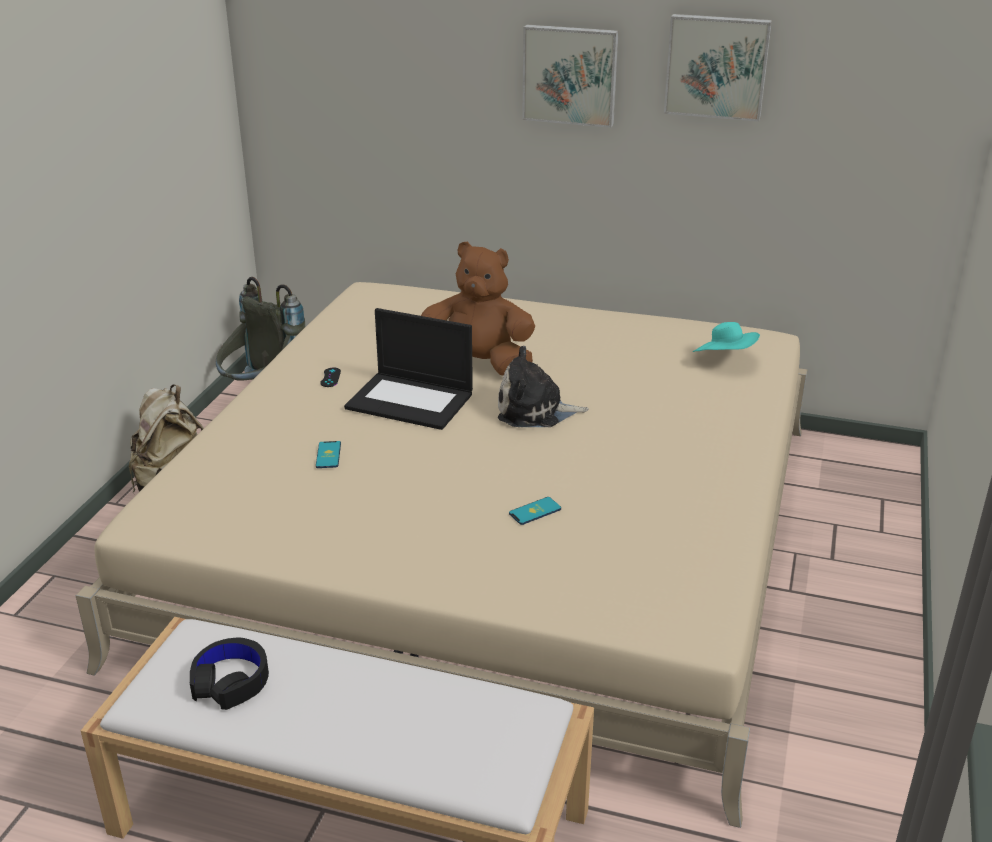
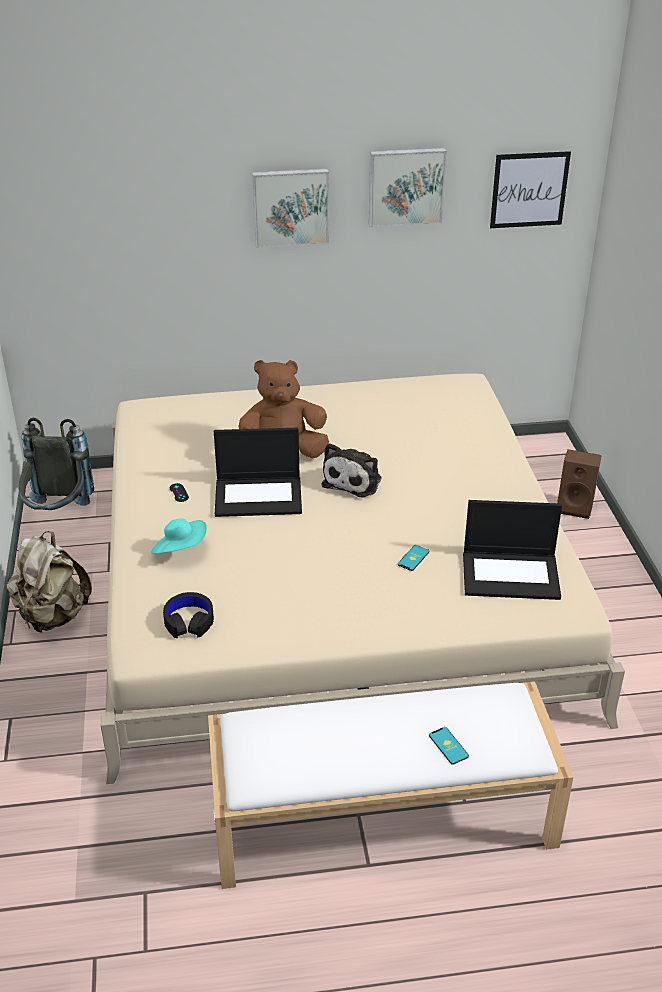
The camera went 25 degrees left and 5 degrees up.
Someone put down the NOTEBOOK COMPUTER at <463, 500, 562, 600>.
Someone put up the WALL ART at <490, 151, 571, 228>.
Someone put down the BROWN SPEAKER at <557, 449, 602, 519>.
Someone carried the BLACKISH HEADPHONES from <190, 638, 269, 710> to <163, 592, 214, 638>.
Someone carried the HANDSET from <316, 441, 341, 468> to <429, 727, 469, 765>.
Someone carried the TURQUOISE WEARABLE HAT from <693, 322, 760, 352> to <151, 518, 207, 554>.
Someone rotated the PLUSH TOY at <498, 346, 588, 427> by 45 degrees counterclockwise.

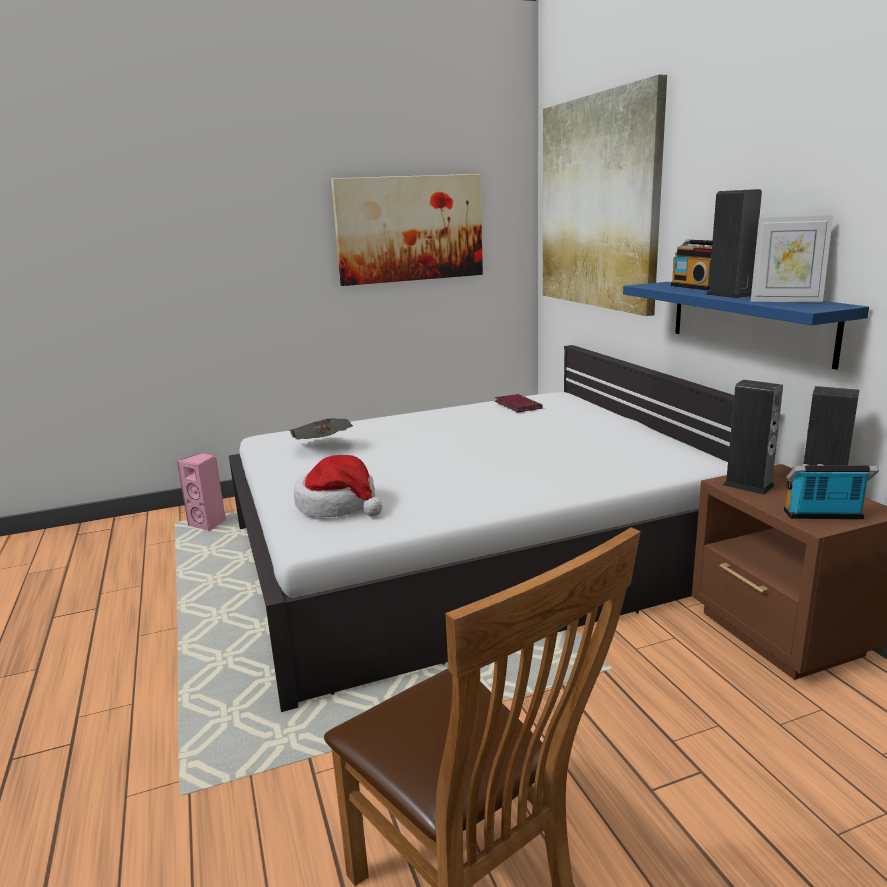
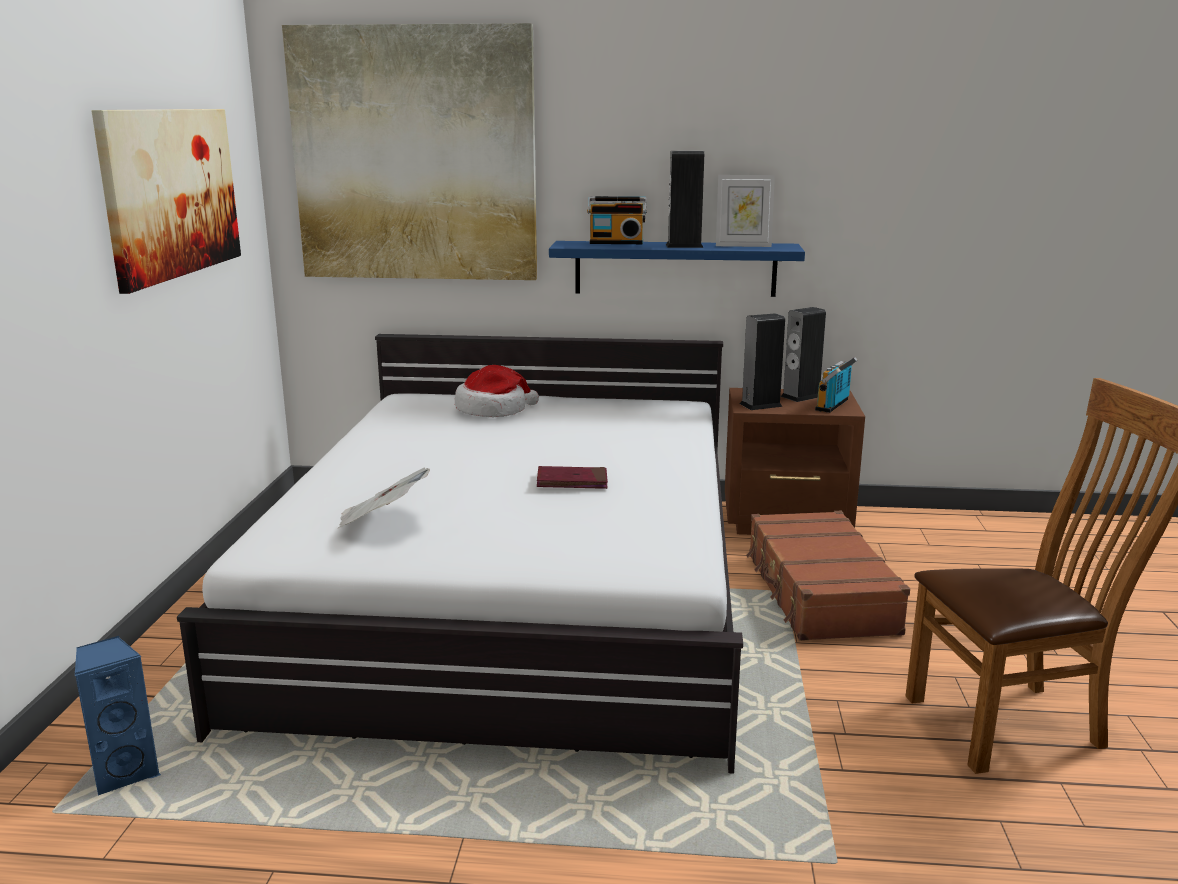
The camera went 65 degrees left and 0 degrees up.
Someone put down the BROWN TRAVEL CASE at <746, 511, 910, 641>.
Someone carried the WEARABLE HAT from <294, 455, 382, 517> to <455, 365, 539, 417>.
Someone carried the REDDISH BOOK from <495, 394, 543, 413> to <537, 466, 608, 489>.
Someone repainted the PINKISH SPEAKER at <177, 453, 226, 531>, which became the BLUE SPEAKER at <75, 636, 161, 796>.
Someone rotated the PICTURE FRAME at <751, 215, 833, 303> by 45 degrees clockwise.

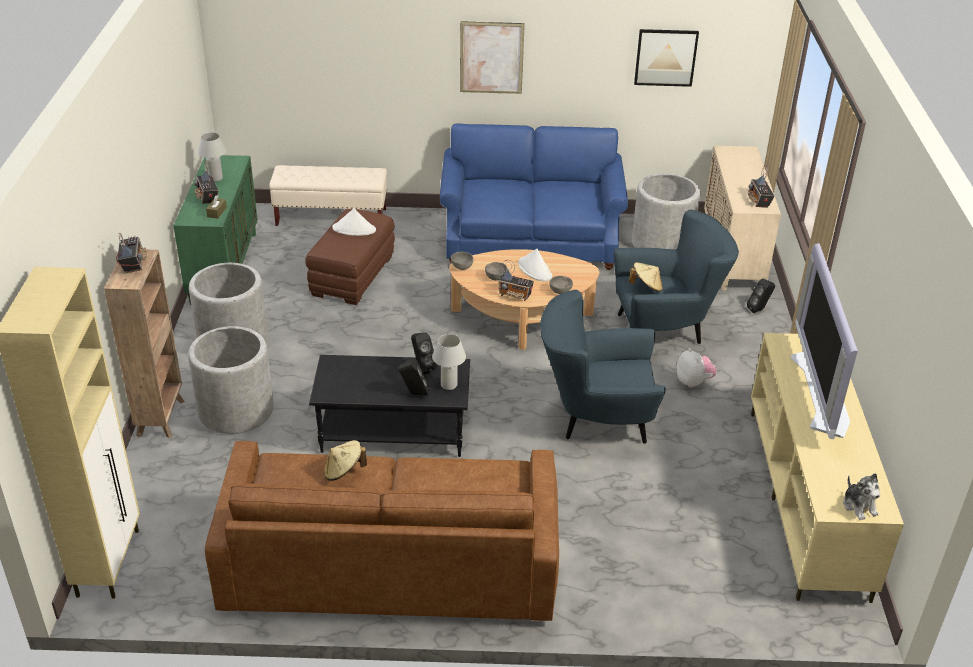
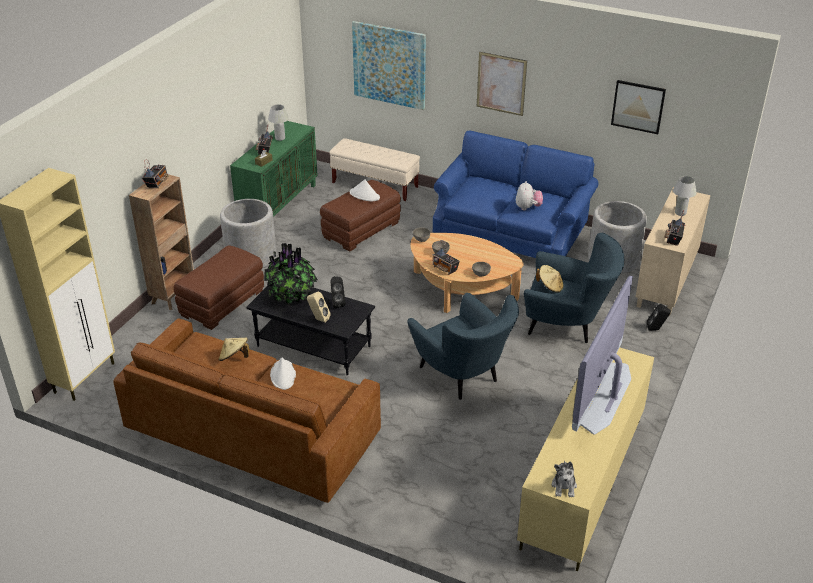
The camera went 25 degrees right and 0 degrees up.
Someone put down the POTTED PLANT at <264, 243, 318, 306>.
Someone put up the WALL ART at <352, 21, 426, 110>.
Someone carried the WHITE-COLOURED TABLETOP LAMP from <432, 334, 466, 390> to <673, 176, 697, 216>.
Someone carried the WHITE-COLOURED WEARABLE HAT from <518, 249, 552, 281> to <270, 358, 296, 390>.
Someone carried the PLUSH TOY from <677, 348, 716, 388> to <516, 181, 543, 211>.
Someone swapped the GREYISH PLANTER at <188, 326, 274, 434> for the BROWN FOOTREST at <173, 245, 264, 330>.
Someone repainted the BLACKISH SPEAKER at <399, 357, 429, 396>, which became the BEIGE-COLOURED SPEAKER at <307, 292, 331, 323>.
Someone rotated the BLUE LOUNGE CHAIR at <540, 290, 666, 444> by 150 degrees counterclockwise.

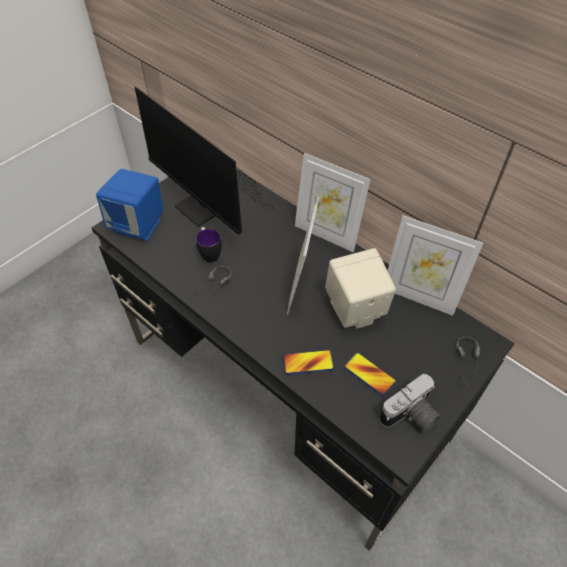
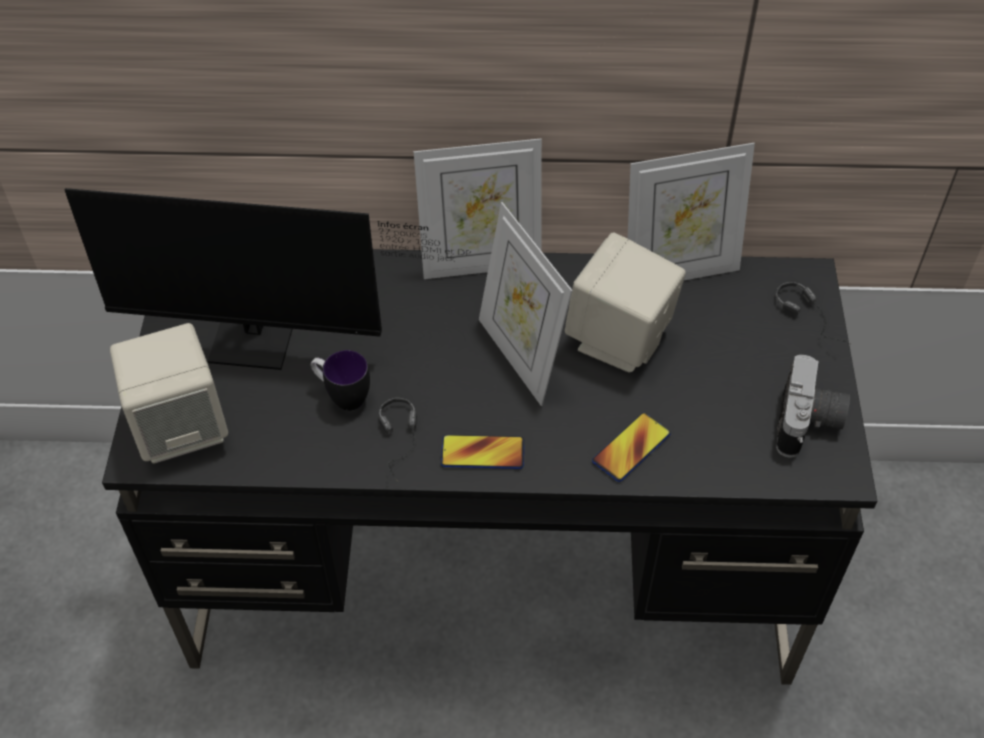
The camera went 40 degrees left and 0 degrees up.
Someone carried the HANDSET from <344, 353, 397, 396> to <441, 435, 524, 469>.
Someone repainted the BLUE SPEAKER at <96, 169, 163, 241>, which became the BEIGE-COLOURED SPEAKER at <110, 323, 228, 464>.

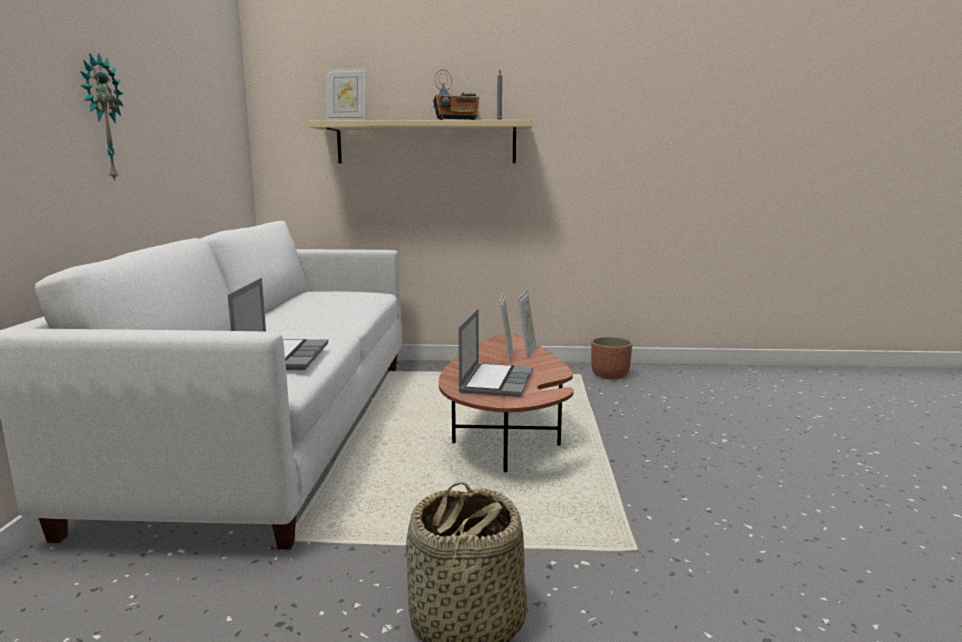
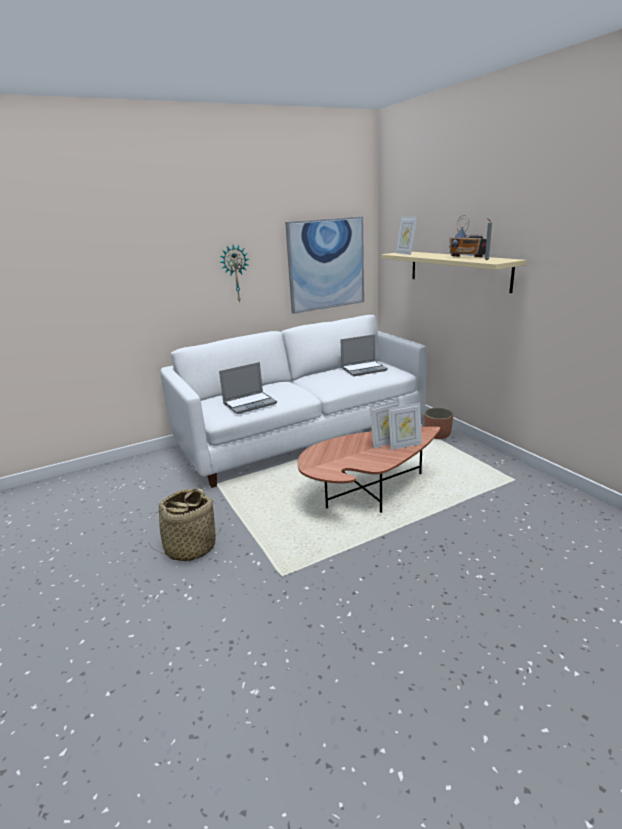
The camera went 60 degrees right and 10 degrees up.
Someone put up the WALL ART at <285, 216, 364, 314>.
Someone carried the NOTEBOOK COMPUTER from <458, 309, 533, 397> to <340, 334, 388, 376>.
Someone carried the PLANTER from <591, 337, 632, 379> to <424, 408, 453, 439>.

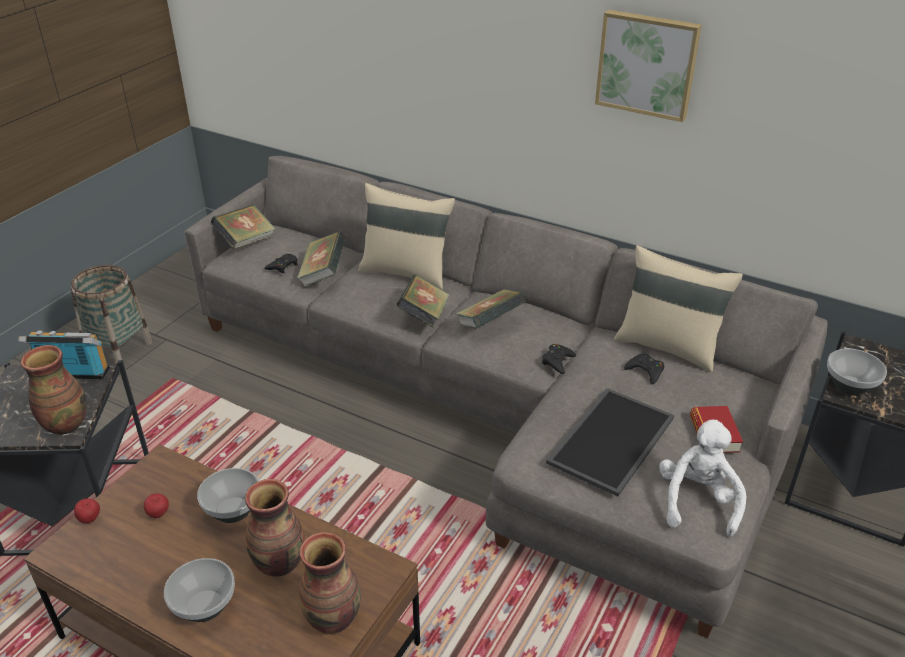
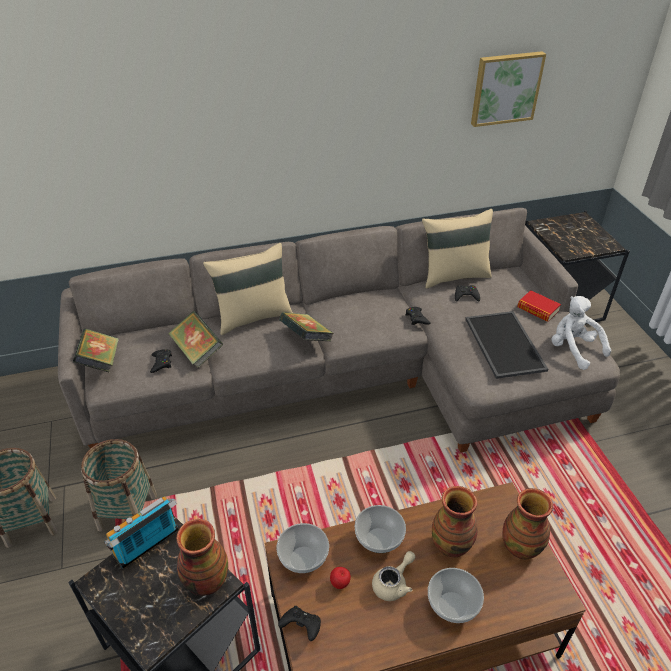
The camera went 45 degrees left and 5 degrees up.
Someone took away the BOOK at <456, 289, 526, 329>.
Someone put down the STORAGE BASKET at <81, 439, 157, 532>.
Someone put down the BEIGE-COLOURED TEA POT at <372, 551, 415, 601>.
Someone carried the WALL ART from <595, 10, 702, 122> to <471, 51, 546, 127>.
Someone carried the SERVING BOWL from <827, 349, 887, 395> to <276, 523, 329, 573>.
Someone swapped the APPLE at <74, 498, 100, 524> for the BLACKISH JOYPAD at <278, 606, 321, 641>.

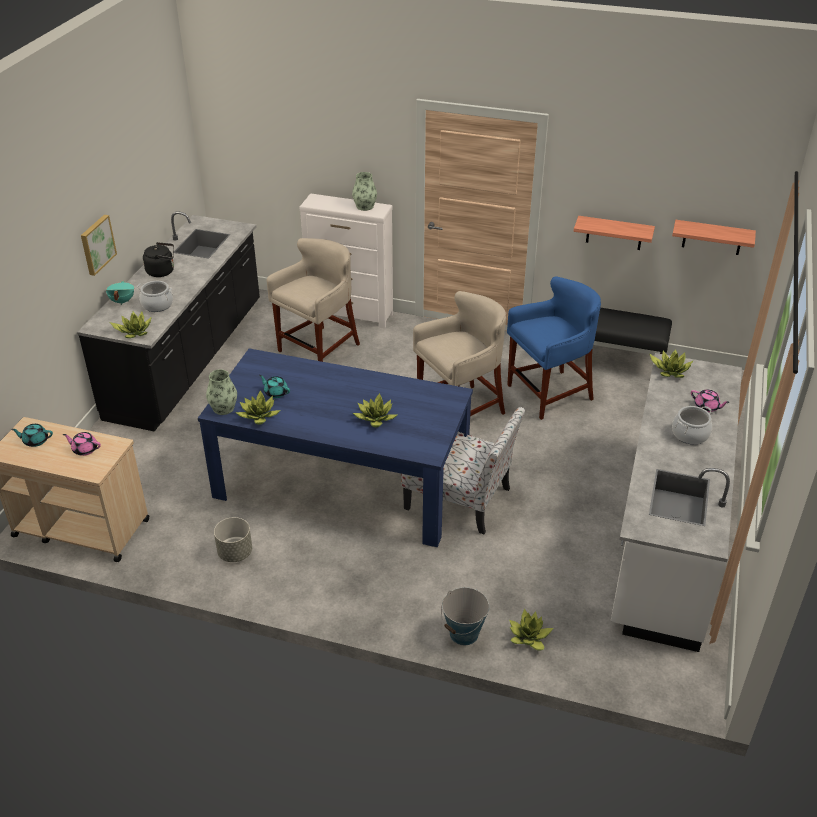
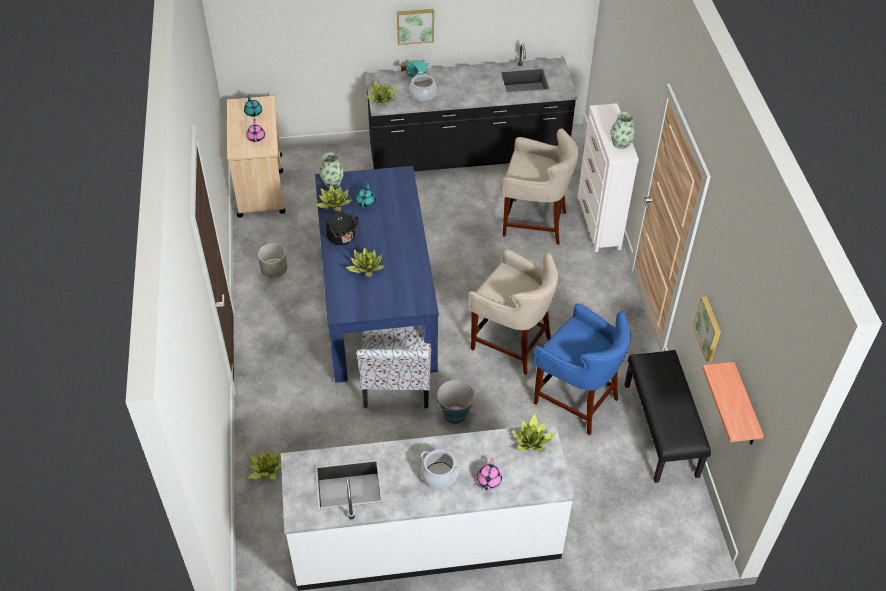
The camera went 65 degrees right and 10 degrees up.
Someone carried the BLACKISH KETTLE from <143, 242, 174, 277> to <326, 213, 359, 245>.
Someone carried the BUCKET from <441, 587, 489, 645> to <437, 380, 475, 424>.
Someone swapped the SHELF at <574, 216, 655, 250> for the WALL ART at <693, 297, 721, 362>.

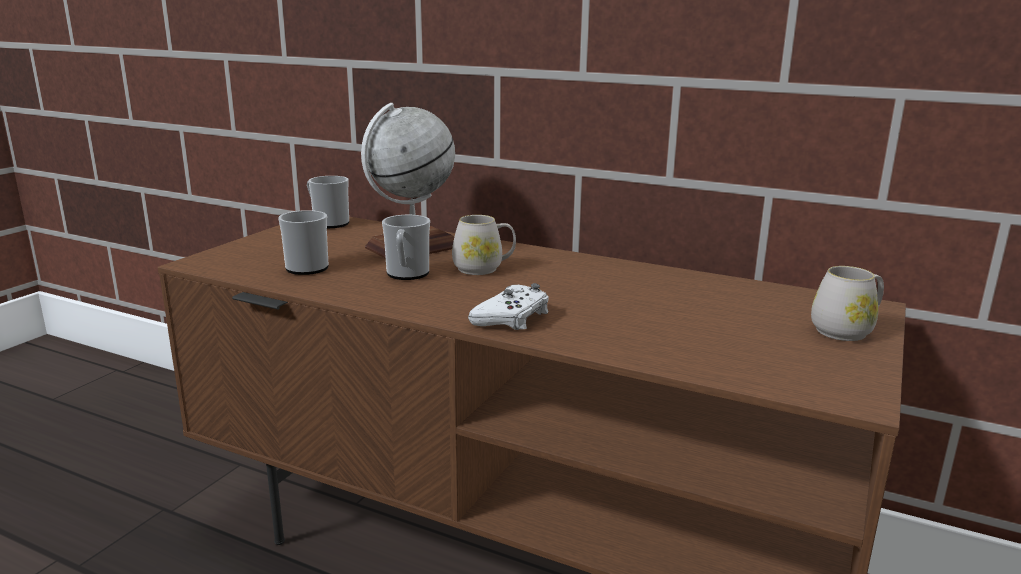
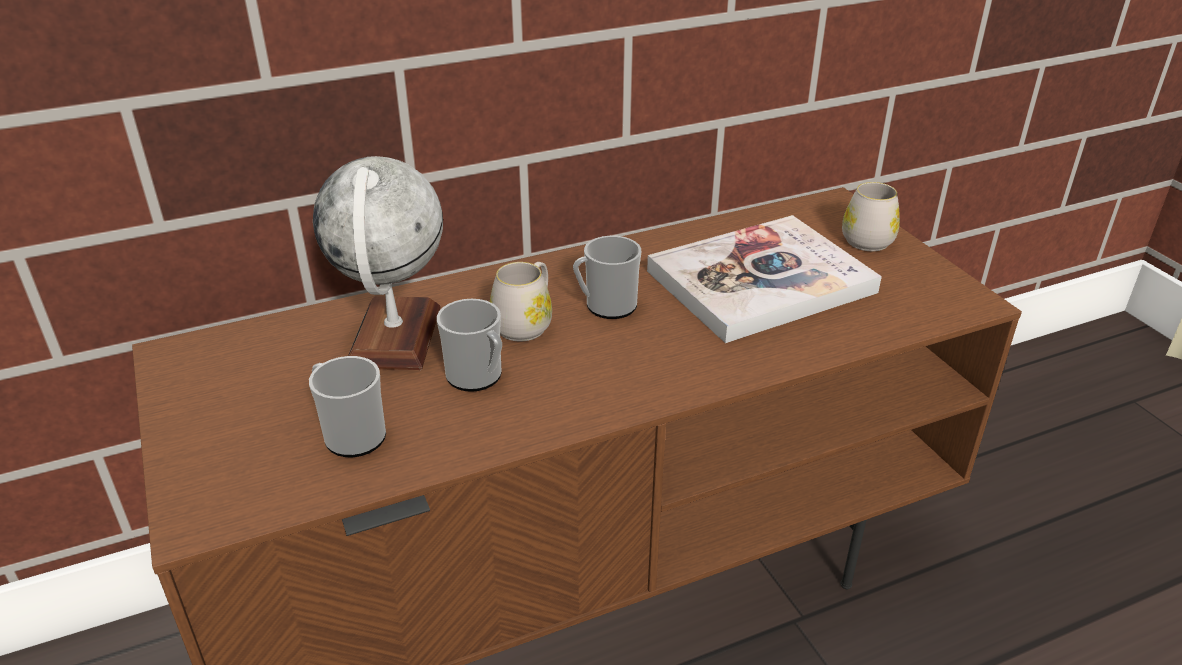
The camera went 50 degrees left and 15 degrees up.
Someone took away the WHITE-COLOURED JOYPAD at <468, 283, 549, 330>.
Someone put down the BOOK at <647, 215, 882, 343>.
Someone carried the TEA MUG from <307, 176, 349, 228> to <573, 236, 641, 319>.

